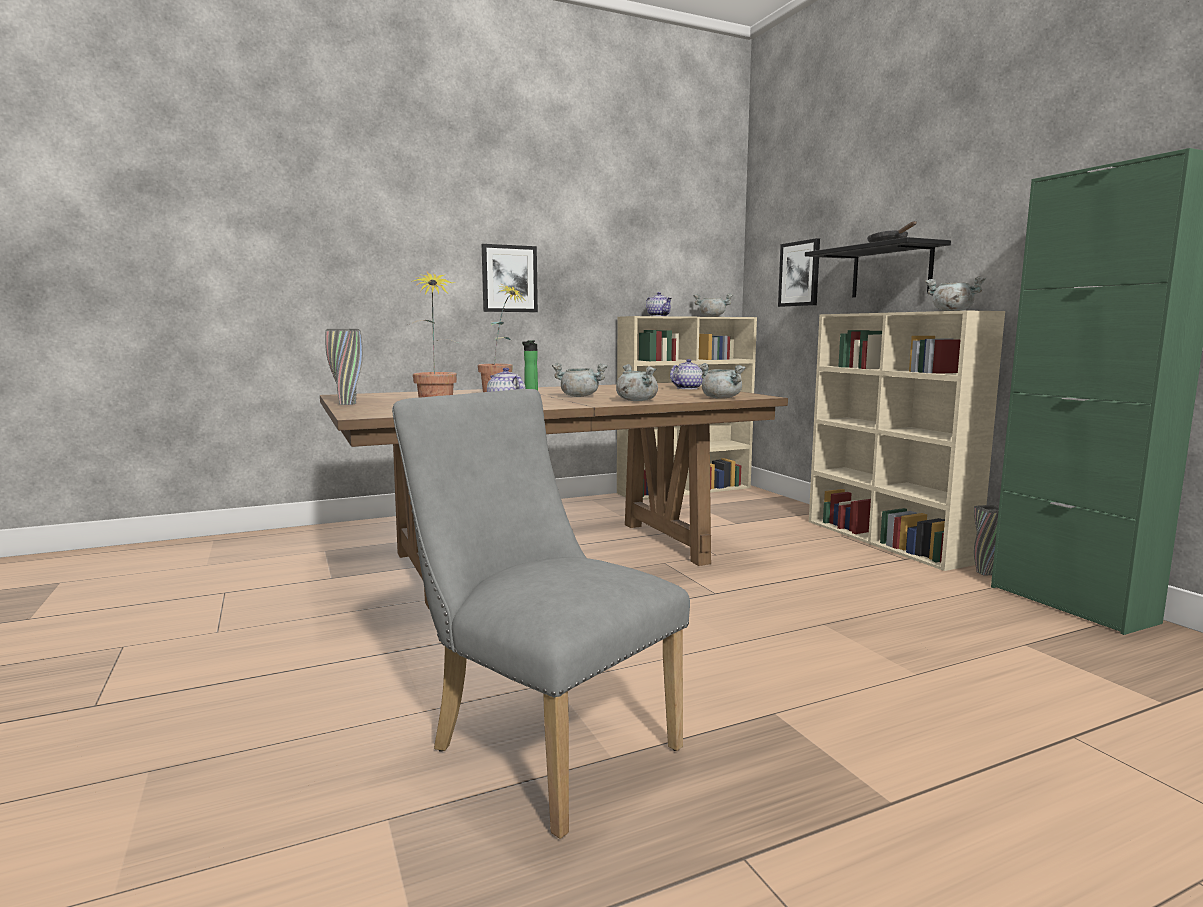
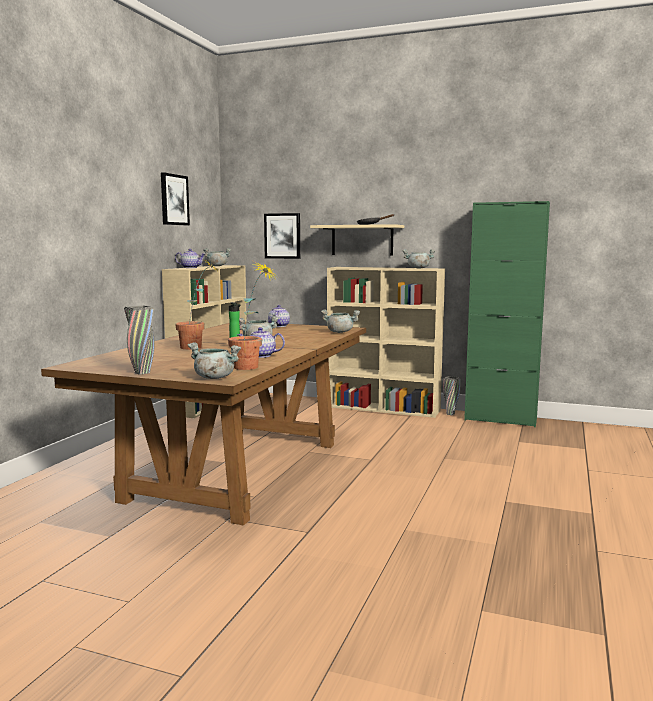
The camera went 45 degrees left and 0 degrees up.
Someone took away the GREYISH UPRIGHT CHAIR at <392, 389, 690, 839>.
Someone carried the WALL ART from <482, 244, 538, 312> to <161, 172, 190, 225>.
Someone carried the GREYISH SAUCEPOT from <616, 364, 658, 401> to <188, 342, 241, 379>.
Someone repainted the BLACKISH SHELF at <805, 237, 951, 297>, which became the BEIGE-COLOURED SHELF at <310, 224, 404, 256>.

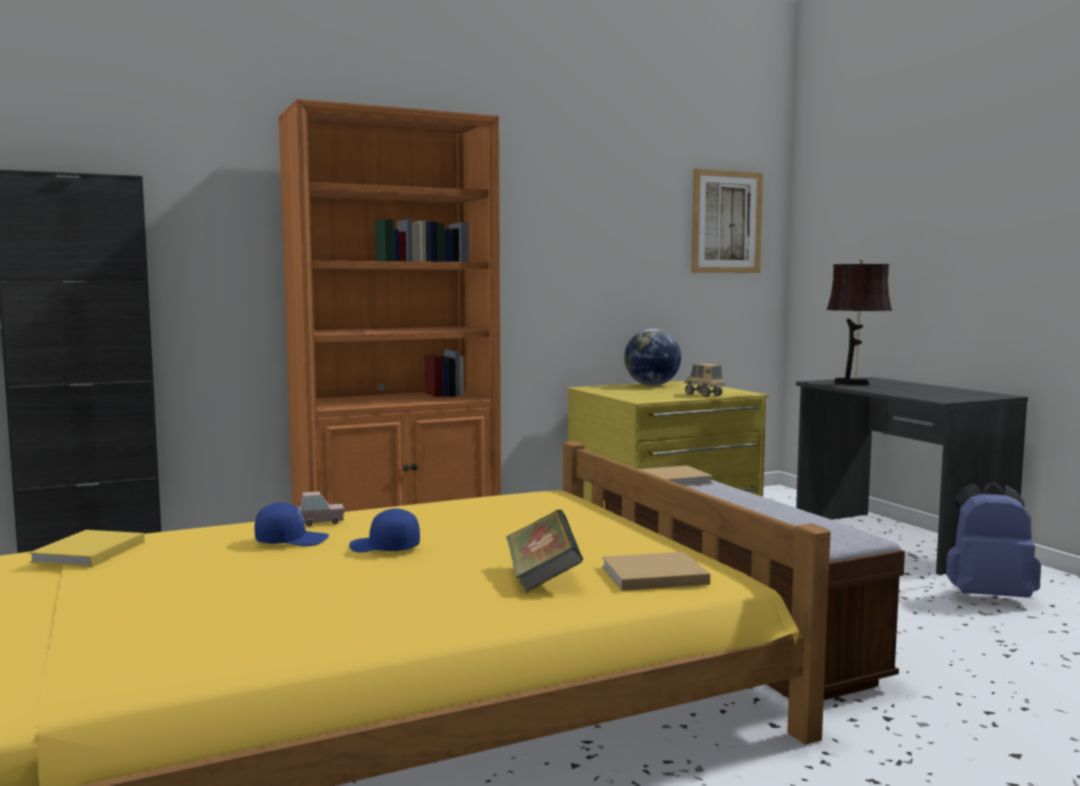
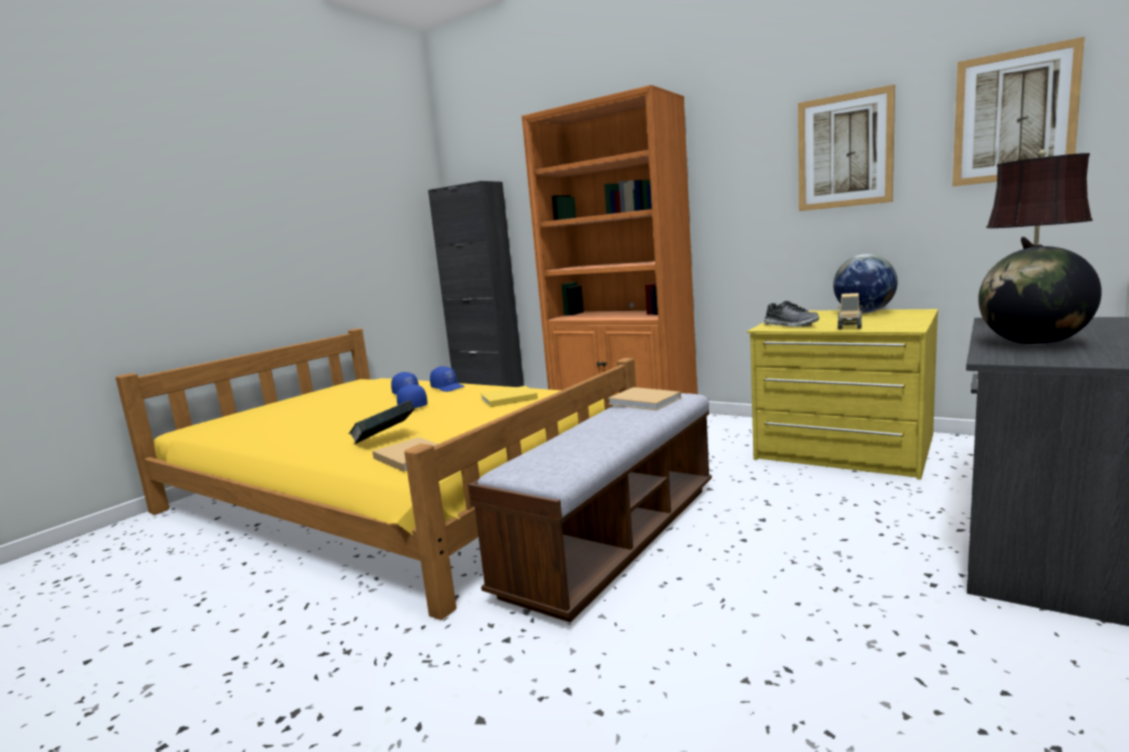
The camera went 60 degrees right and 5 degrees up.
Someone took away the BLUE RUCKSACK at <946, 482, 1041, 598>.
Someone put down the LOW SHOE at <764, 301, 819, 327>.
Someone put up the WALL ART at <798, 84, 895, 211>.
Someone put down the GLOBE at <978, 246, 1102, 345>.
Someone carried the YELLOWISH BOOK from <29, 530, 145, 567> to <480, 386, 538, 407>.
Someone swapped the PINKISH TOY CAR at <297, 491, 345, 526> for the BLUE BASEBALL CAP at <430, 366, 465, 392>.

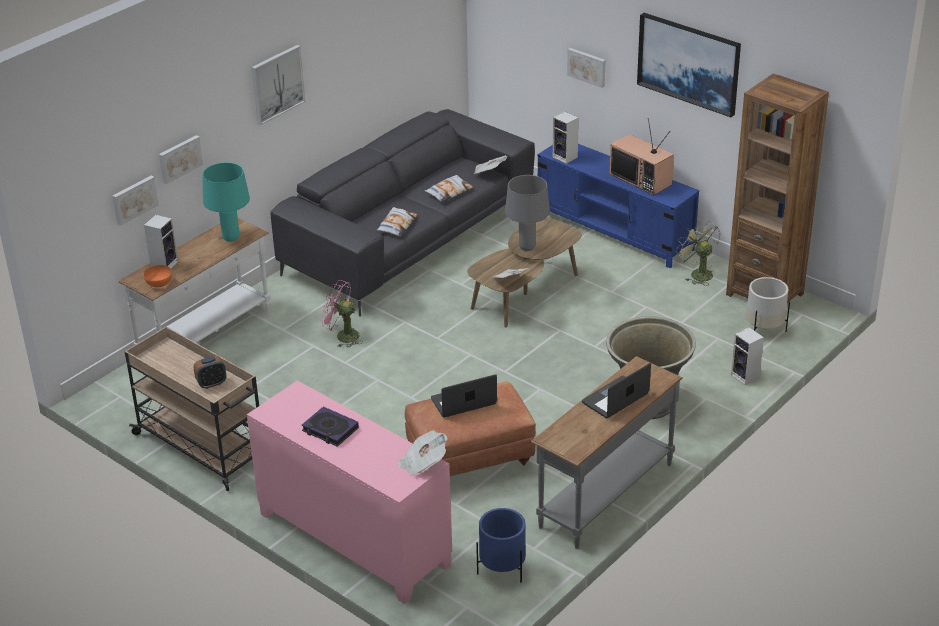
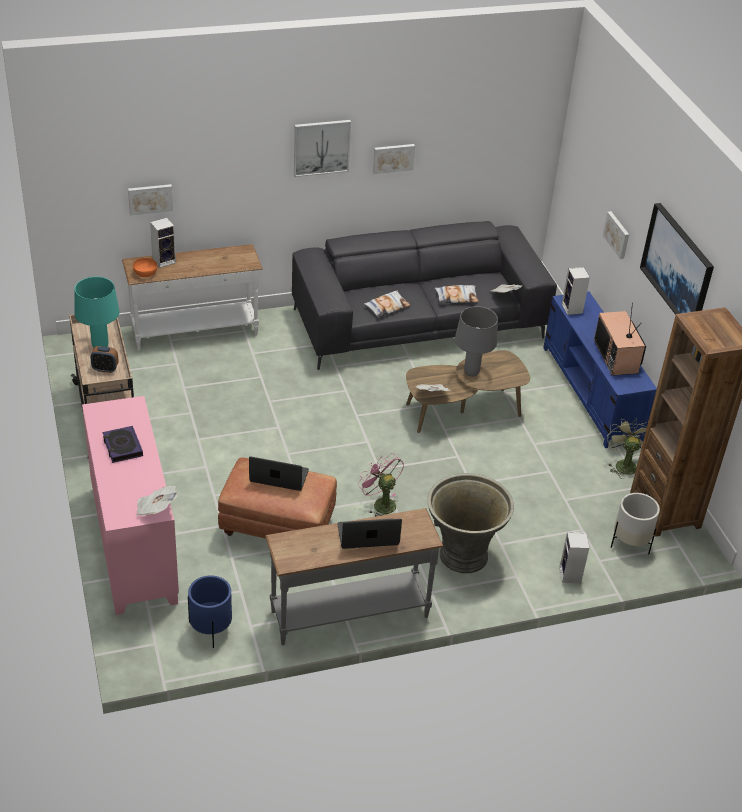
The camera went 30 degrees right and 5 degrees up.
Someone carried the WALL ART from <159, 135, 203, 184> to <373, 144, 415, 174>.
Someone carried the TURQUOISE TABLETOP LAMP from <202, 162, 250, 242> to <74, 277, 120, 348>.
Someone carried the PINKISH ELECTRIC FAN from <320, 280, 363, 348> to <358, 453, 404, 516>.

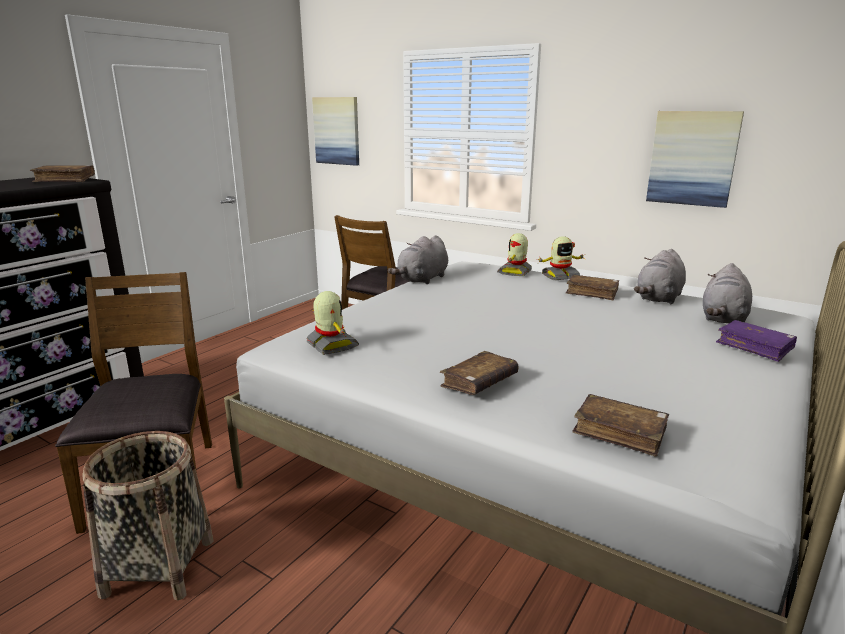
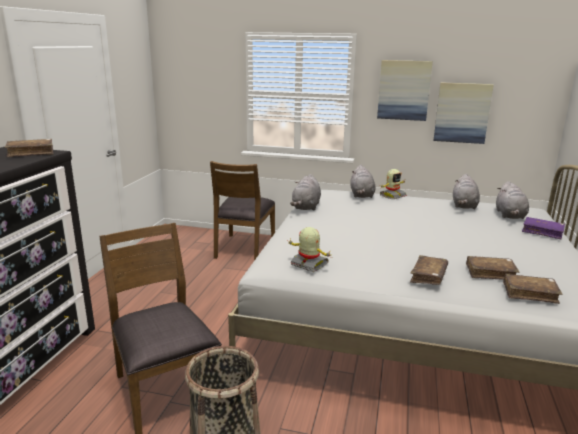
The camera went 20 degrees left and 0 degrees up.
Someone carried the WALL ART from <312, 97, 359, 166> to <377, 60, 433, 121>.
Someone carried the BROWN BOOK from <566, 275, 619, 300> to <466, 256, 520, 280>.
Someone swapped the TOY ROBOT at <497, 233, 532, 276> for the GREYISH PLUSH TOY at <350, 165, 375, 198>.

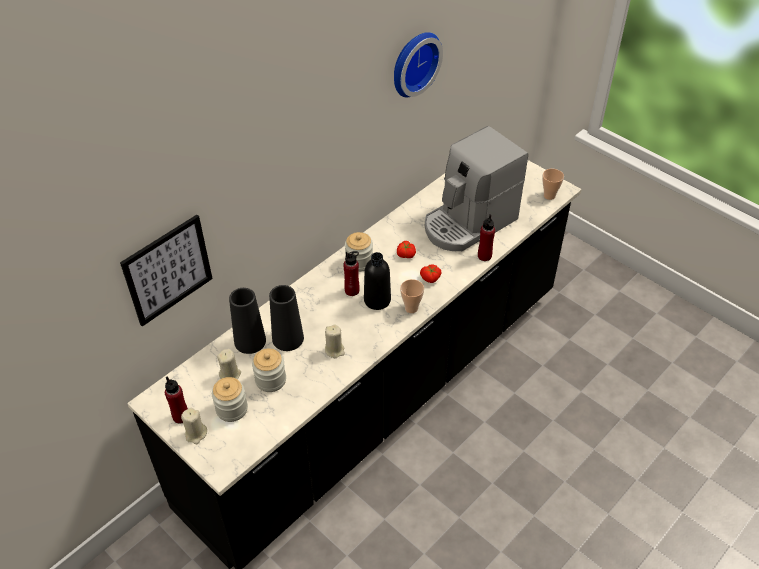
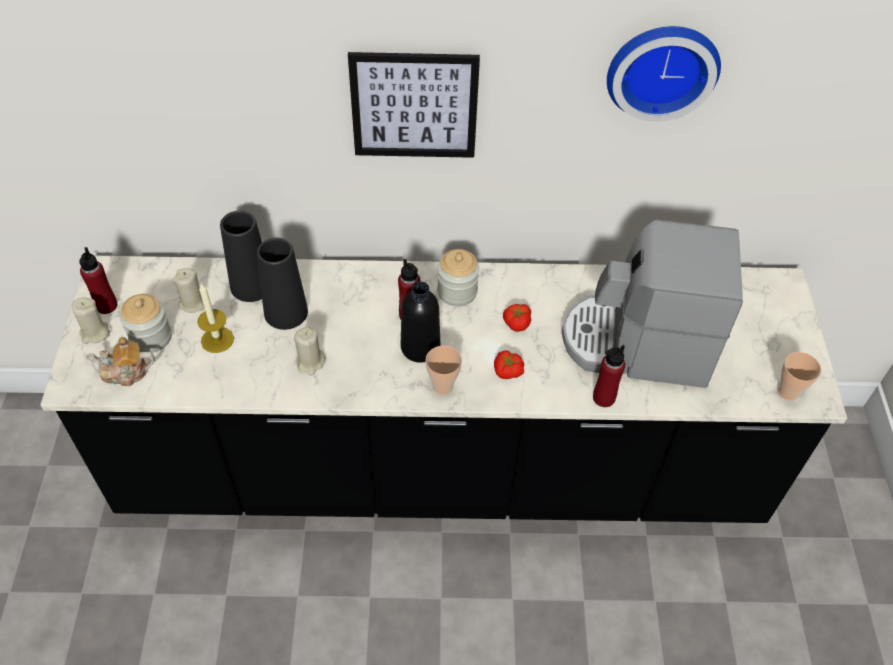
The camera went 45 degrees right and 5 degrees up.
Someone put down the TEA POT at <85, 337, 155, 386>.
Someone carried the WALL ART from <120, 215, 213, 326> to <348, 52, 480, 158>.
Someone swapped the STORAGE JAR at <252, 348, 286, 392> for the WAX LIGHT at <197, 283, 234, 353>.

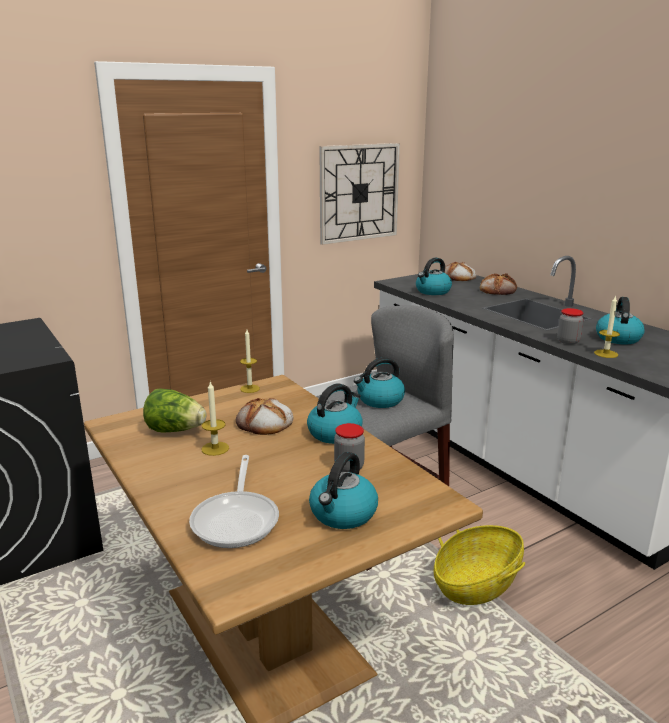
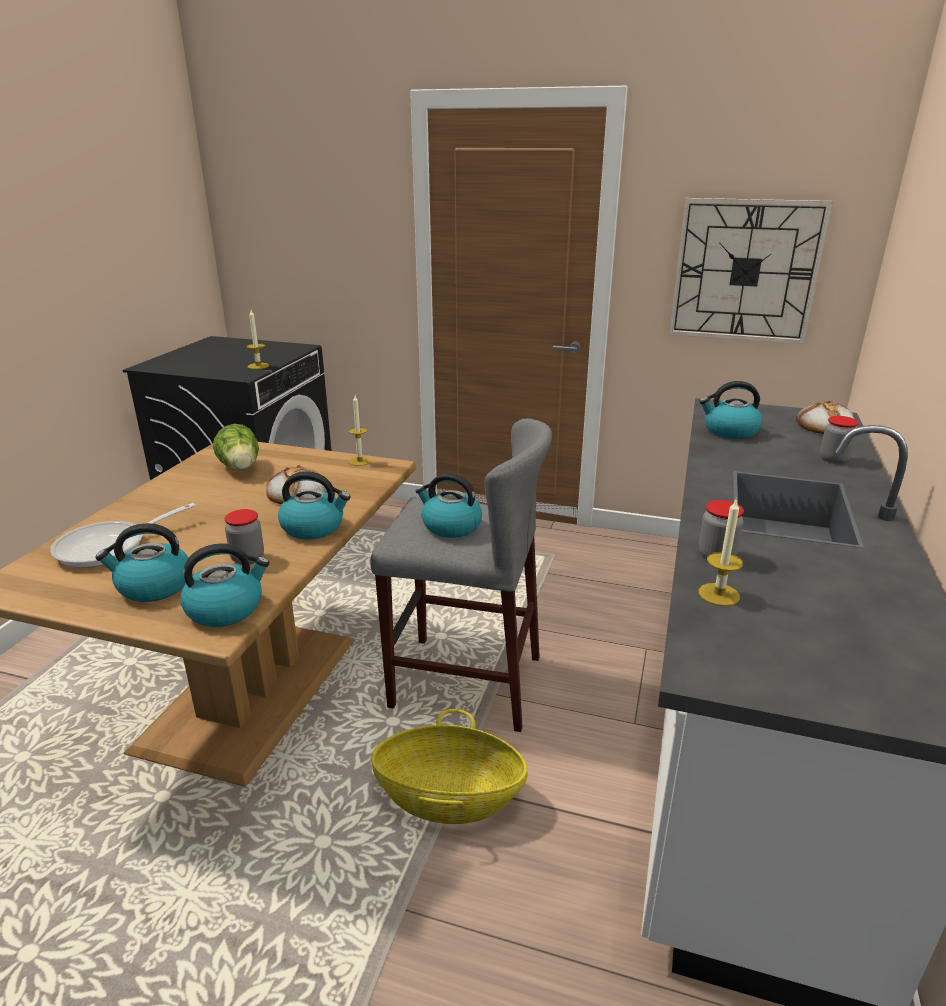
The camera went 50 degrees right and 5 degrees up.
Someone carried the WAX LIGHT from <202, 382, 229, 456> to <246, 310, 269, 369>.
Someone carried the KETTLE from <596, 297, 645, 345> to <181, 543, 269, 627>.
Someone swapped the BREAD at <480, 273, 517, 295> for the STORAGE JAR at <820, 416, 859, 464>.

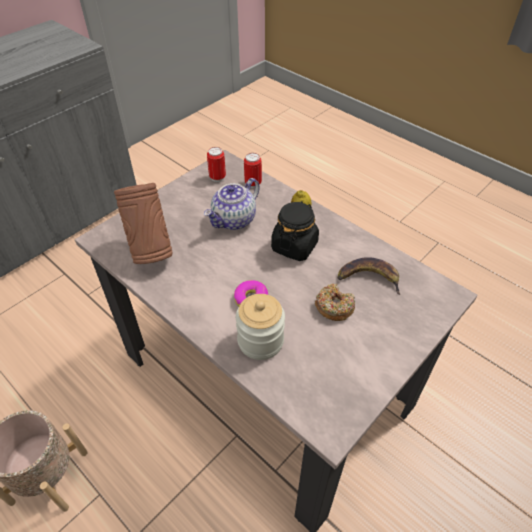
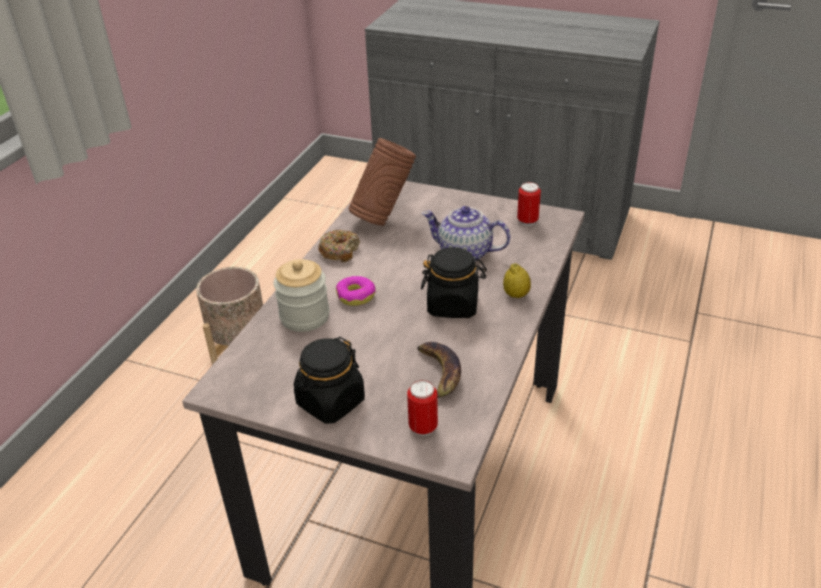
The camera went 70 degrees right and 10 degrees down.
Someone put down the BLACKISH STORAGE JAR at <294, 337, 365, 424>.
Someone carried the CAN from <244, 153, 262, 188> to <407, 380, 438, 436>.
Someone carried the DOUGHNUT from <315, 284, 355, 321> to <318, 230, 360, 262>.

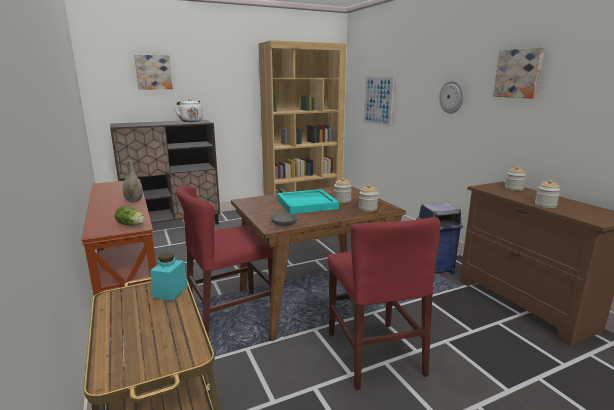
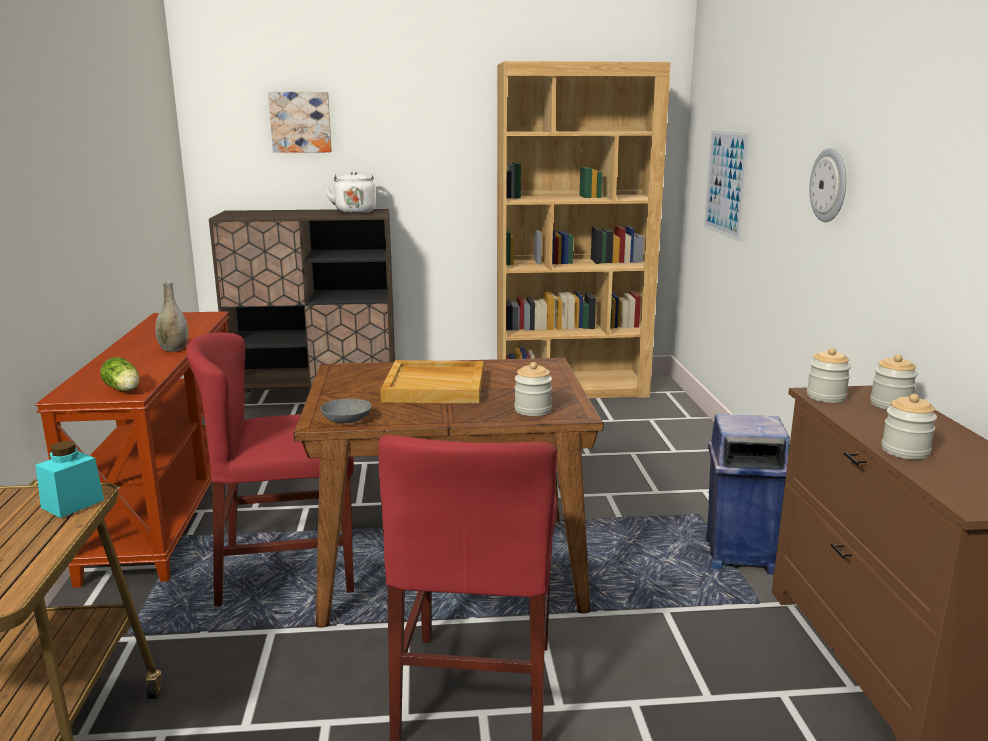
The camera went 20 degrees right and 0 degrees up.
Someone took away the WALL ART at <493, 47, 545, 99>.
Someone carried the STORAGE JAR from <334, 178, 352, 203> to <807, 348, 851, 403>.
Someone repainted the TURQUOISE CARRYING TRAY at <277, 189, 339, 214>, which became the BEIGE-COLOURED CARRYING TRAY at <380, 360, 483, 404>.

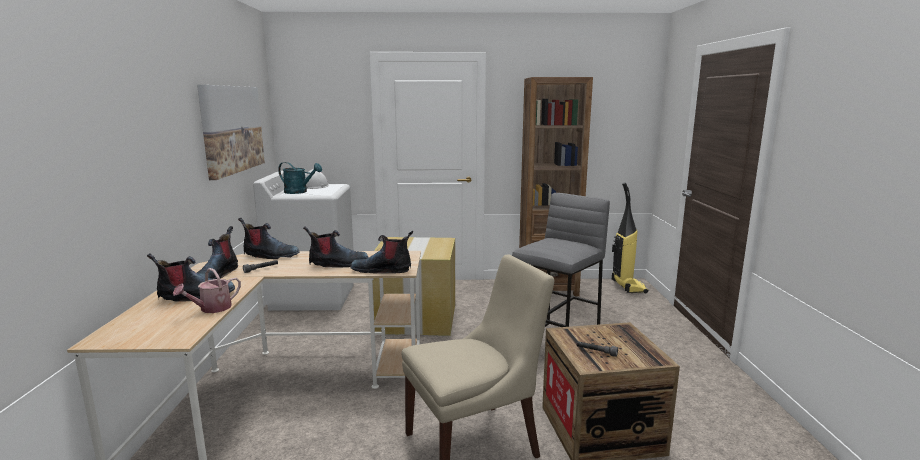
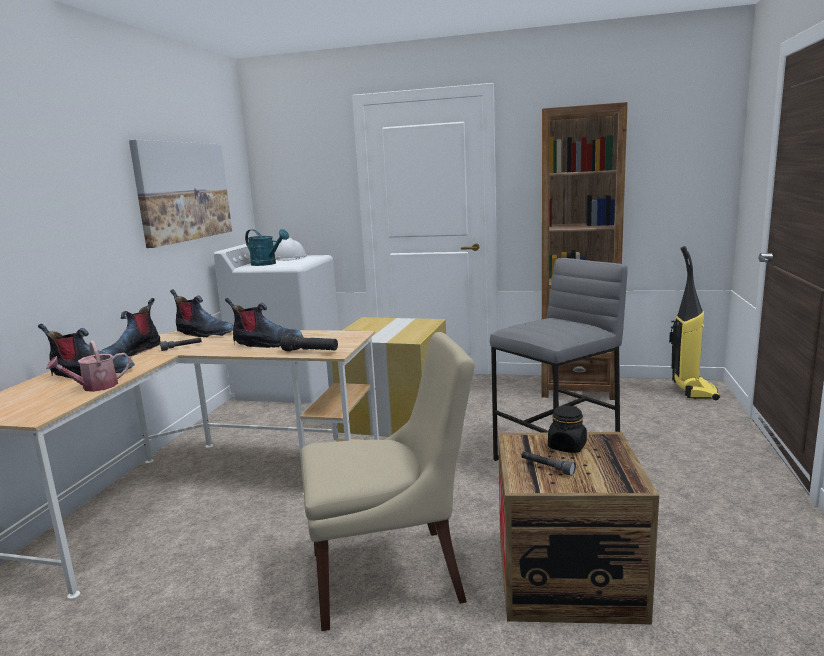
The camera went 15 degrees right and 0 degrees up.
Someone put down the BLACKISH STORAGE JAR at <548, 405, 587, 453>.
Someone swapped the BOOT at <351, 231, 413, 273> for the BLACKISH FLASHLIGHT at <280, 333, 338, 351>.

